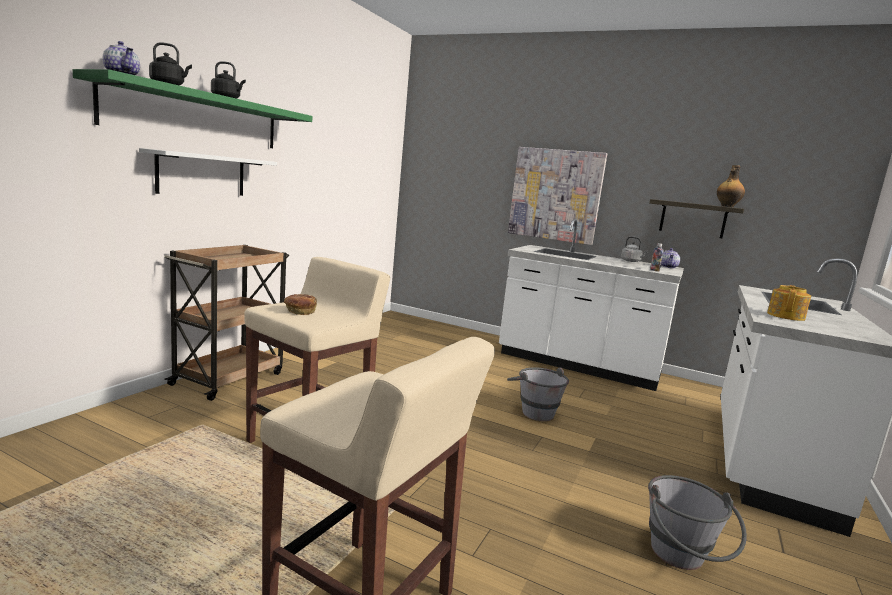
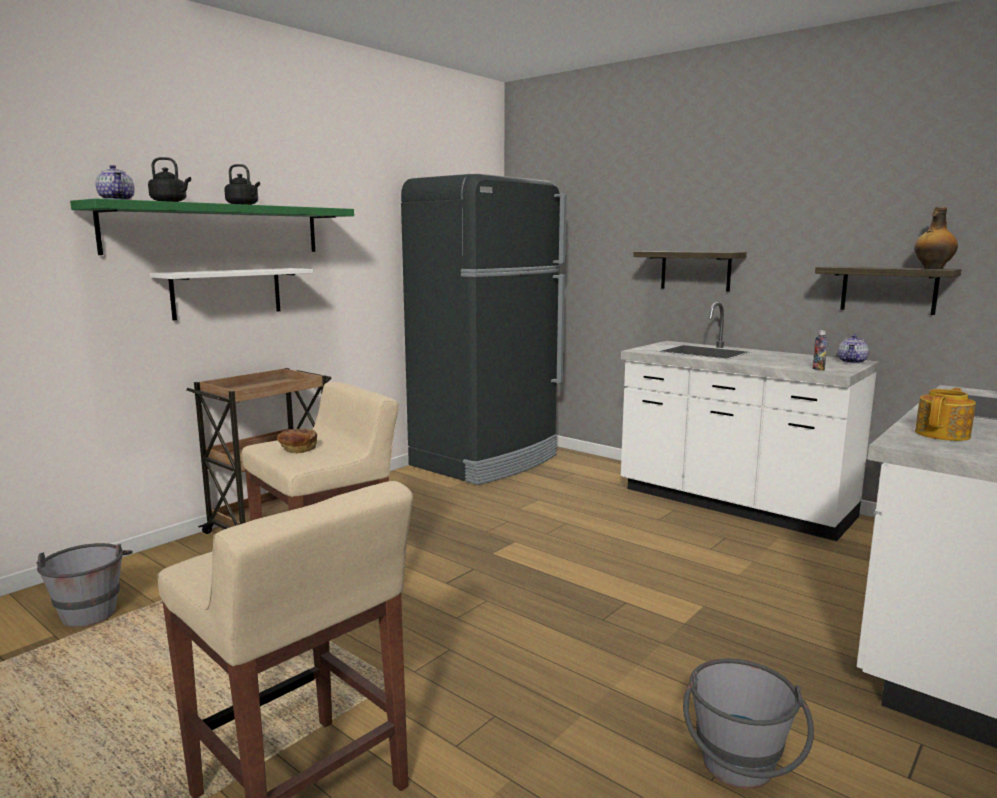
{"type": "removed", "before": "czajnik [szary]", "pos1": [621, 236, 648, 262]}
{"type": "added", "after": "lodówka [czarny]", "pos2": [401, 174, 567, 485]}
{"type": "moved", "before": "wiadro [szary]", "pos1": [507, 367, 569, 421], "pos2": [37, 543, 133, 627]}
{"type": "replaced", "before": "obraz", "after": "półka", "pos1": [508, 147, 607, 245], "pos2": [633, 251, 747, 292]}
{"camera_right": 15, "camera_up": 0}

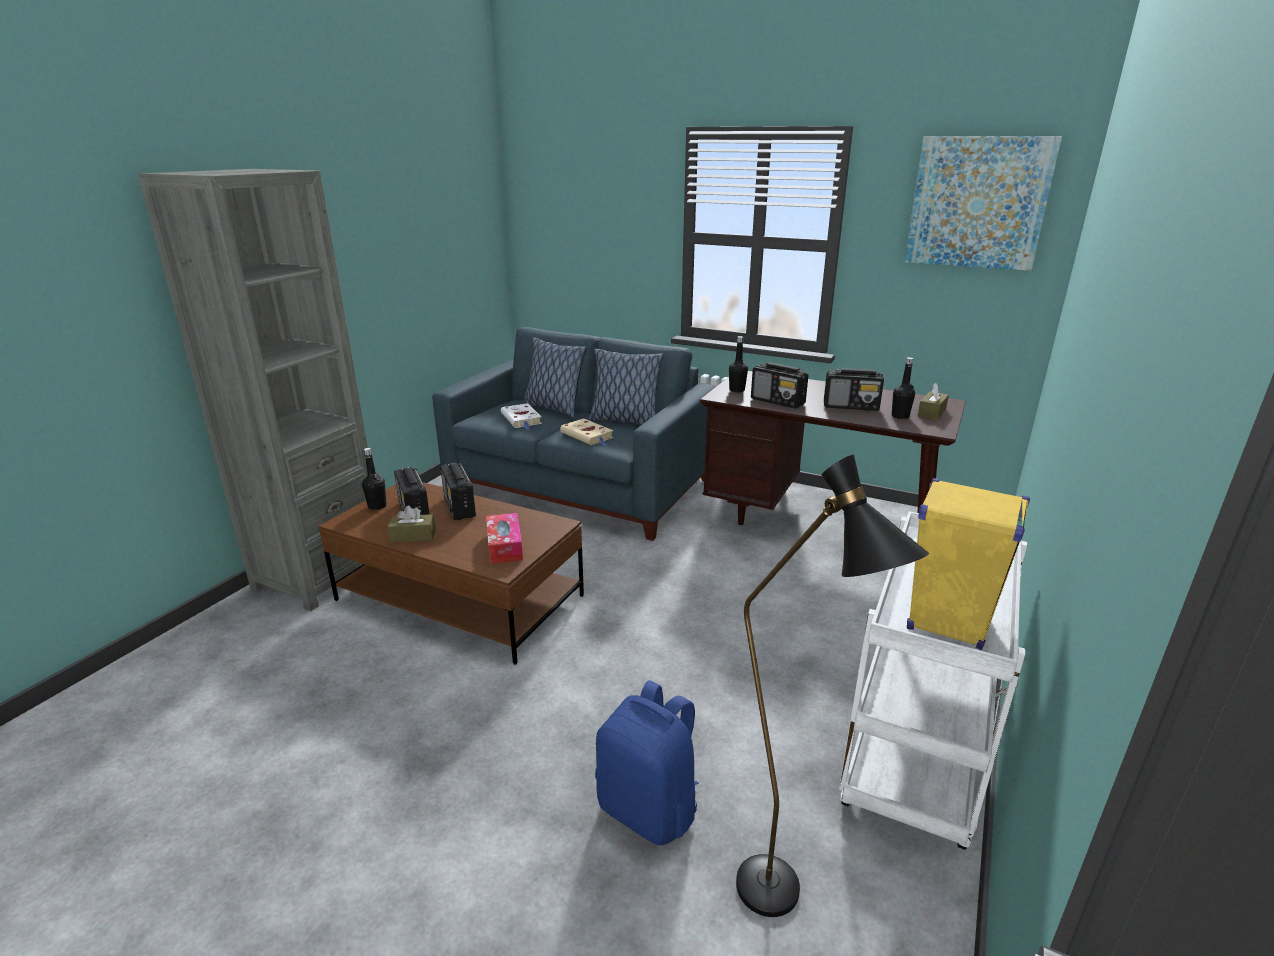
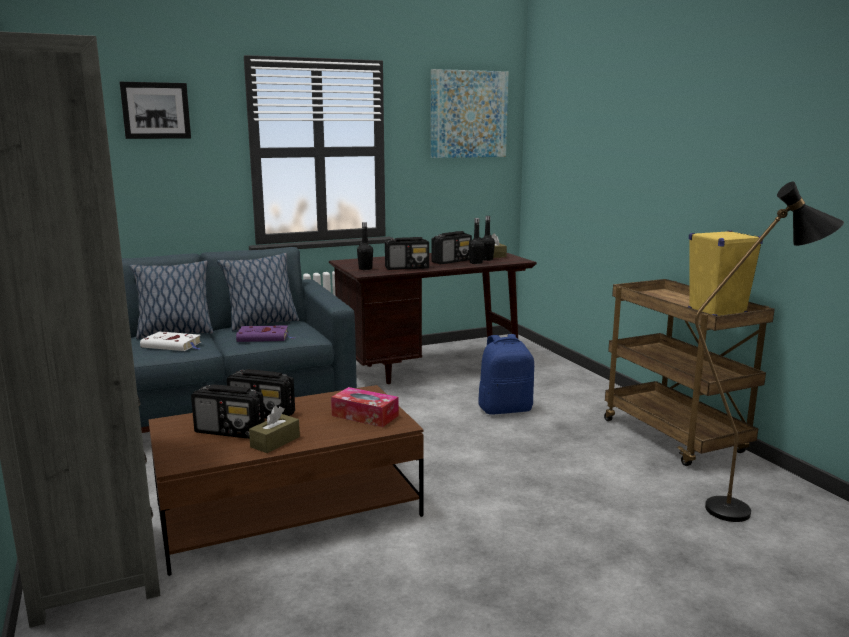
{"type": "added", "after": "obraz", "pos2": [120, 82, 191, 139]}
{"type": "moved", "before": "butelka [czarny]", "pos1": [362, 448, 386, 510], "pos2": [469, 218, 484, 264]}
{"type": "moved", "before": "plecak [niebieski]", "pos1": [595, 680, 699, 846], "pos2": [478, 334, 534, 415]}
{"type": "recoloured", "before": "książka [beżowy]", "after": "książka [fioletowy]", "pos1": [560, 418, 613, 446], "pos2": [236, 325, 296, 342]}
{"type": "recoloured", "before": "wózek [biały]", "after": "wózek [brązowy]", "pos1": [839, 511, 1027, 850], "pos2": [604, 279, 775, 466]}
{"camera_right": -50, "camera_up": -10}

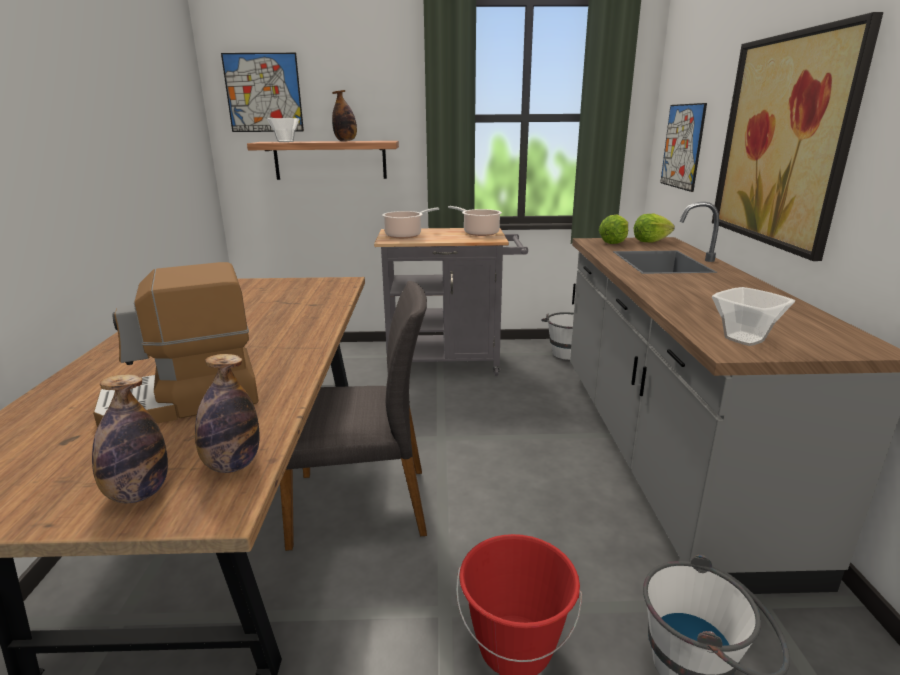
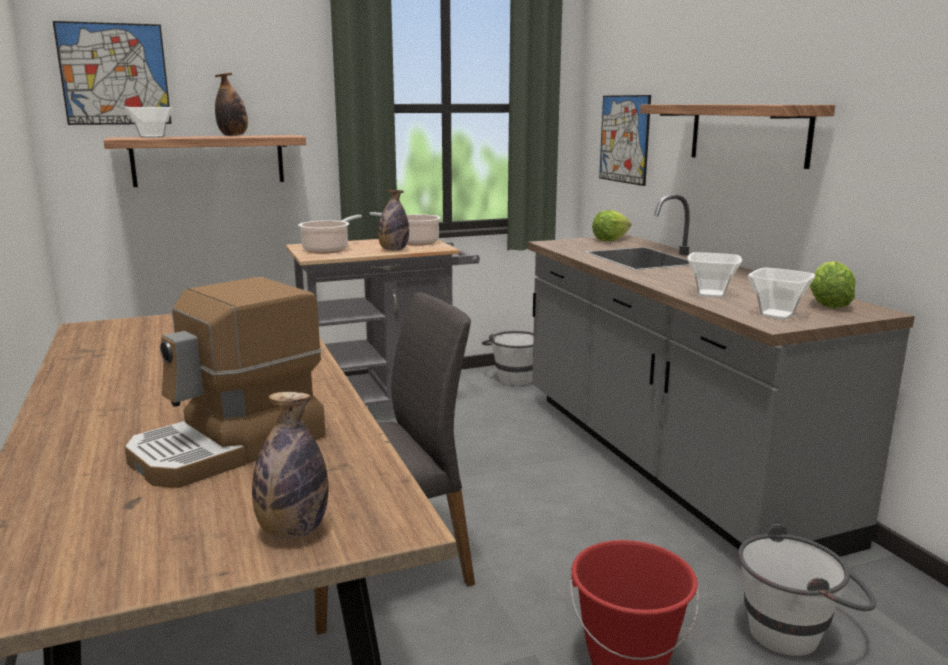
{"type": "added", "after": "miska", "pos2": [687, 252, 742, 297]}
{"type": "moved", "before": "butelka", "pos1": [195, 354, 260, 473], "pos2": [378, 190, 409, 251]}
{"type": "moved", "before": "sałata", "pos1": [599, 214, 628, 244], "pos2": [810, 261, 856, 308]}
{"type": "replaced", "before": "obraz", "after": "półka", "pos1": [712, 12, 883, 261], "pos2": [640, 104, 835, 169]}
{"camera_right": -20, "camera_up": -5}

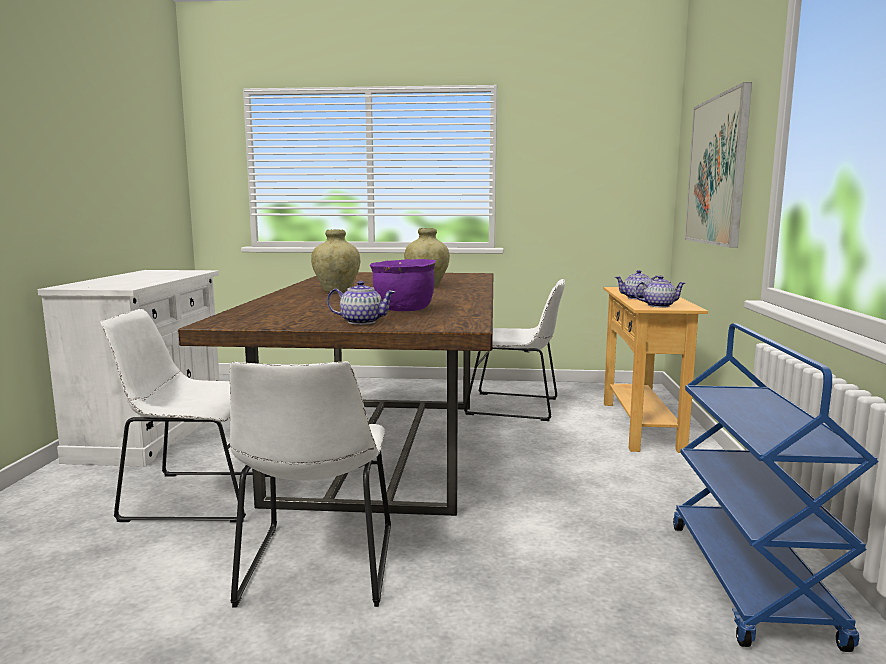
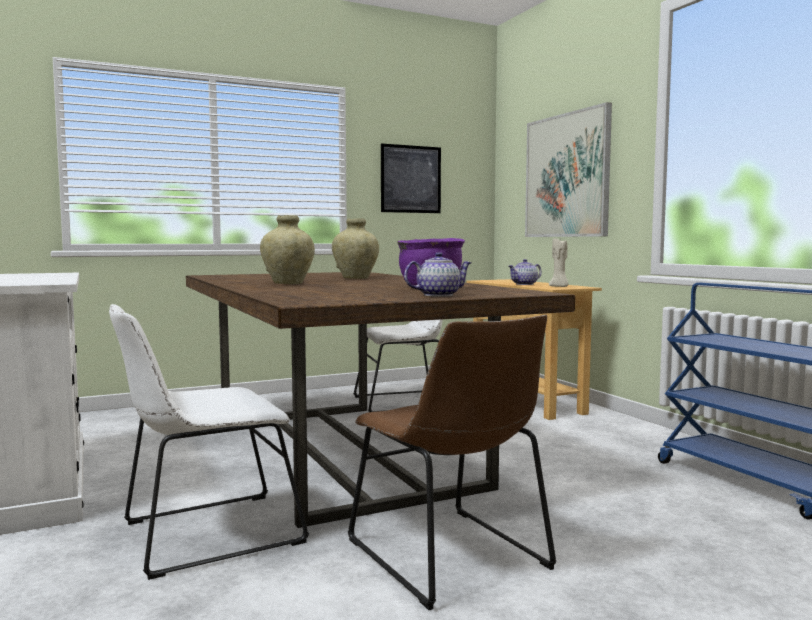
{"type": "added", "after": "obraz", "pos2": [381, 143, 441, 213]}
{"type": "replaced", "before": "imbryk", "after": "świeca [beżowy]", "pos1": [634, 275, 685, 308], "pos2": [549, 238, 569, 287]}
{"type": "recoloured", "before": "krzesło [biały]", "after": "krzesło [brązowy]", "pos1": [230, 361, 391, 608], "pos2": [348, 315, 556, 610]}
{"camera_right": -30, "camera_up": -5}

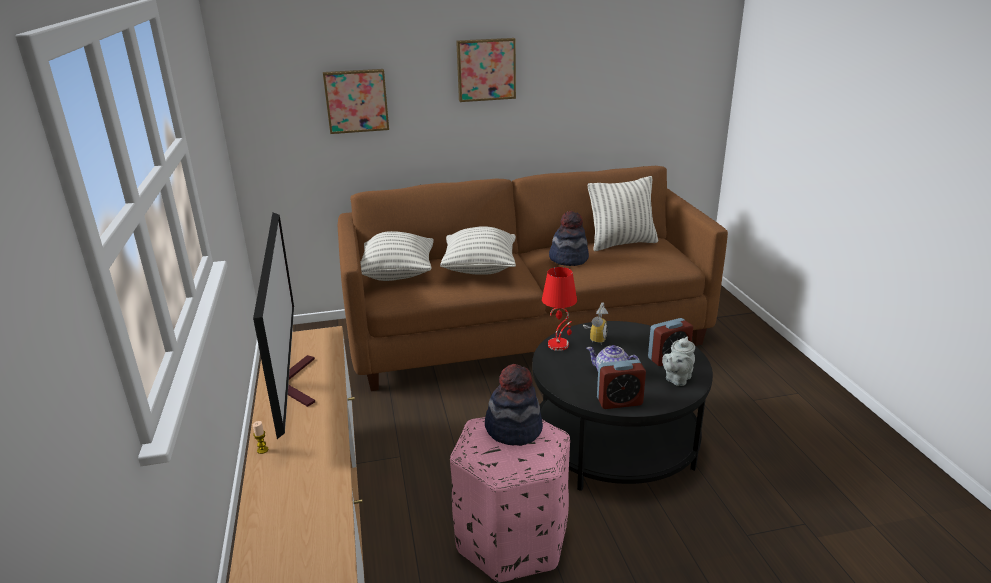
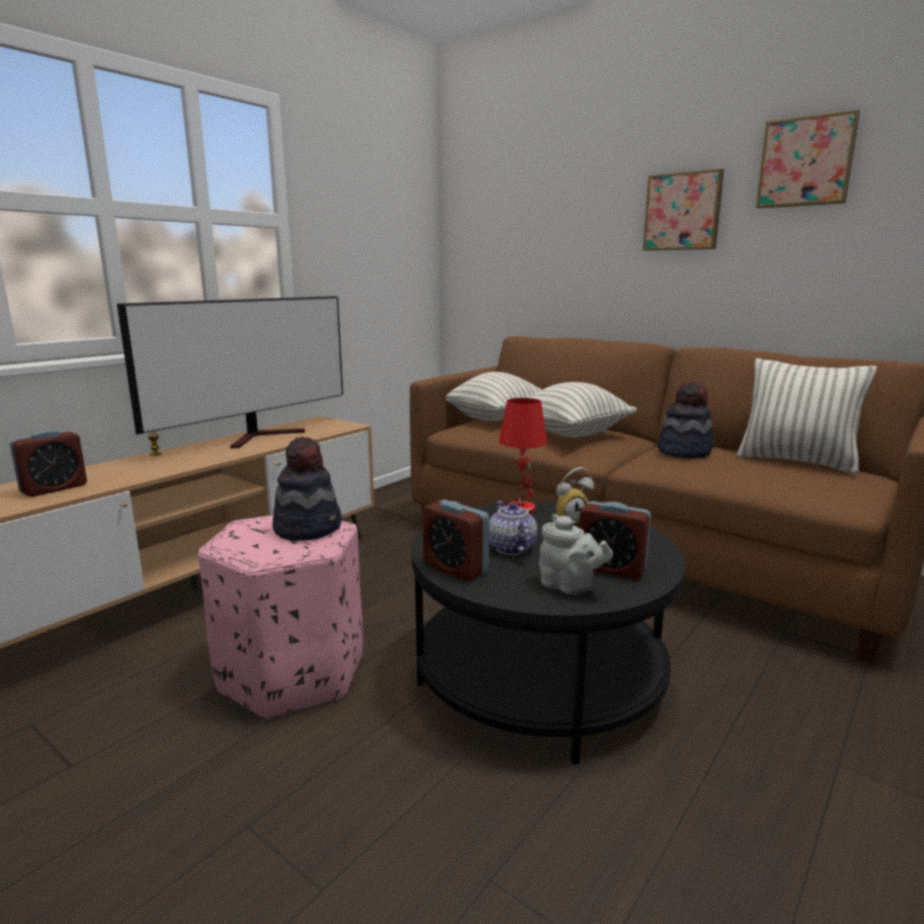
{"type": "added", "after": "budzik", "pos2": [10, 430, 87, 497]}
{"type": "moved", "before": "obraz", "pos1": [323, 69, 389, 134], "pos2": [756, 109, 860, 208]}
{"type": "turned", "before": "imbryk [szary]", "pos1": [662, 336, 695, 386], "pos2": [539, 514, 613, 595], "turn": -135}
{"camera_right": 50, "camera_up": -10}

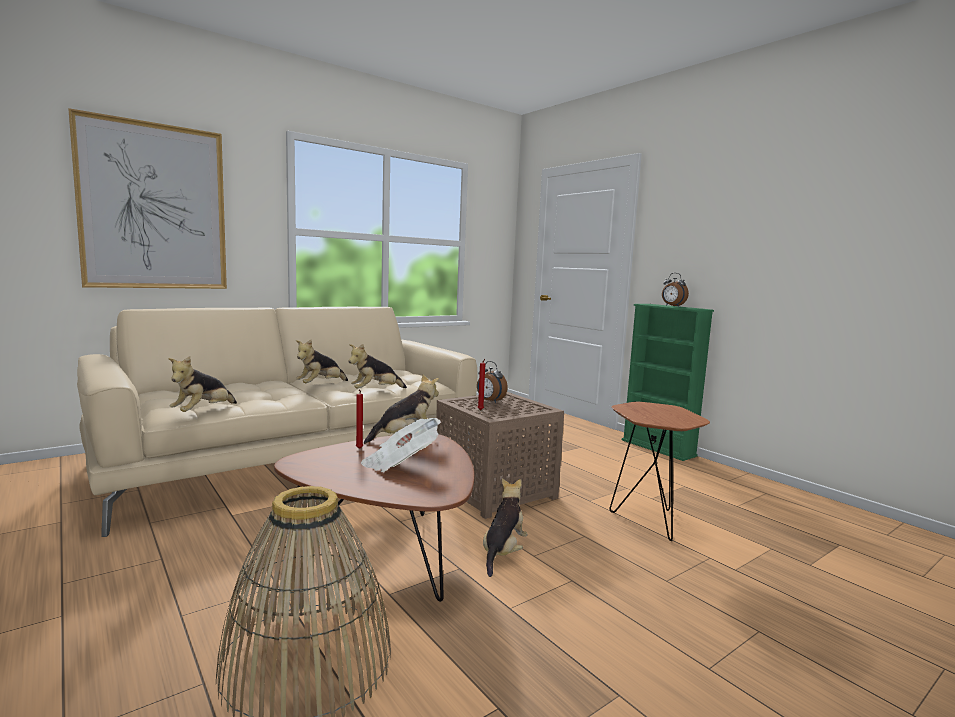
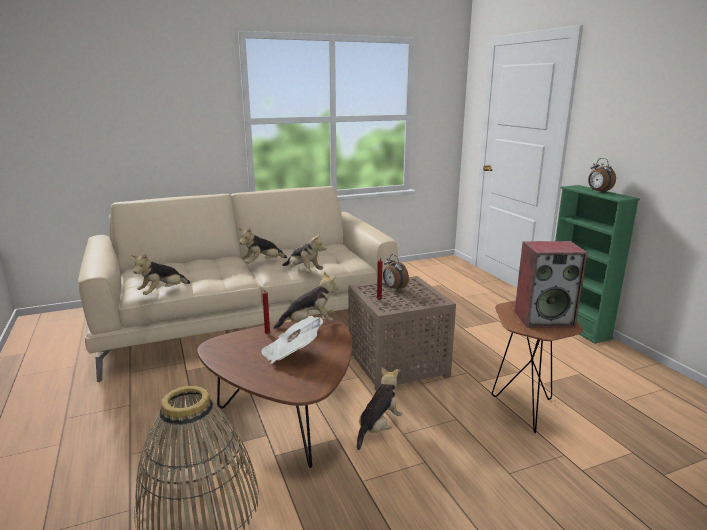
{"type": "removed", "before": "obraz", "pos1": [68, 108, 227, 289]}
{"type": "added", "after": "głośnik", "pos2": [515, 241, 588, 328]}
{"type": "turned", "before": "pluszak", "pos1": [348, 344, 407, 388], "pos2": [282, 232, 327, 272], "turn": -120}
{"camera_right": 15, "camera_up": 10}

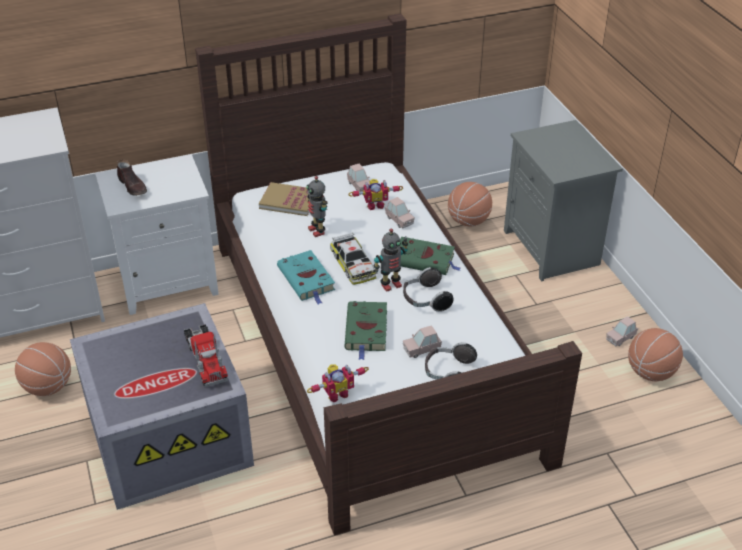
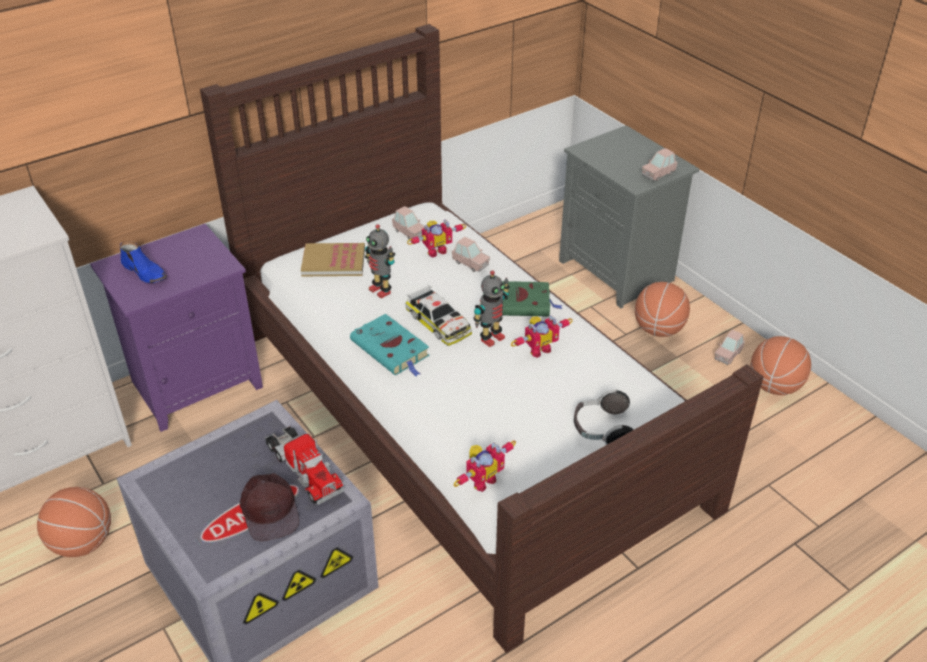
{"type": "removed", "before": "książka [zielony]", "pos1": [344, 301, 387, 360]}
{"type": "added", "after": "czapka z daszkiem [brązowy]", "pos2": [240, 473, 299, 541]}
{"type": "moved", "before": "samochodzik [różowy]", "pos1": [403, 325, 442, 358], "pos2": [642, 148, 678, 181]}
{"type": "moved", "before": "piłka do koszykówki", "pos1": [448, 182, 492, 226], "pos2": [635, 282, 690, 337]}
{"type": "replaced", "before": "słuchawki", "after": "robot zabawkowy", "pos1": [403, 267, 454, 312], "pos2": [511, 316, 573, 358]}
{"type": "recoloured", "before": "szafka nocna [biały]", "after": "szafka nocna [fioletowy]", "pos1": [95, 154, 219, 315], "pos2": [90, 224, 263, 432]}
{"type": "recoloured", "before": "but [brązowy]", "after": "but [niebieski]", "pos1": [117, 160, 147, 196], "pos2": [120, 241, 167, 283]}
{"camera_right": -15, "camera_up": 0}

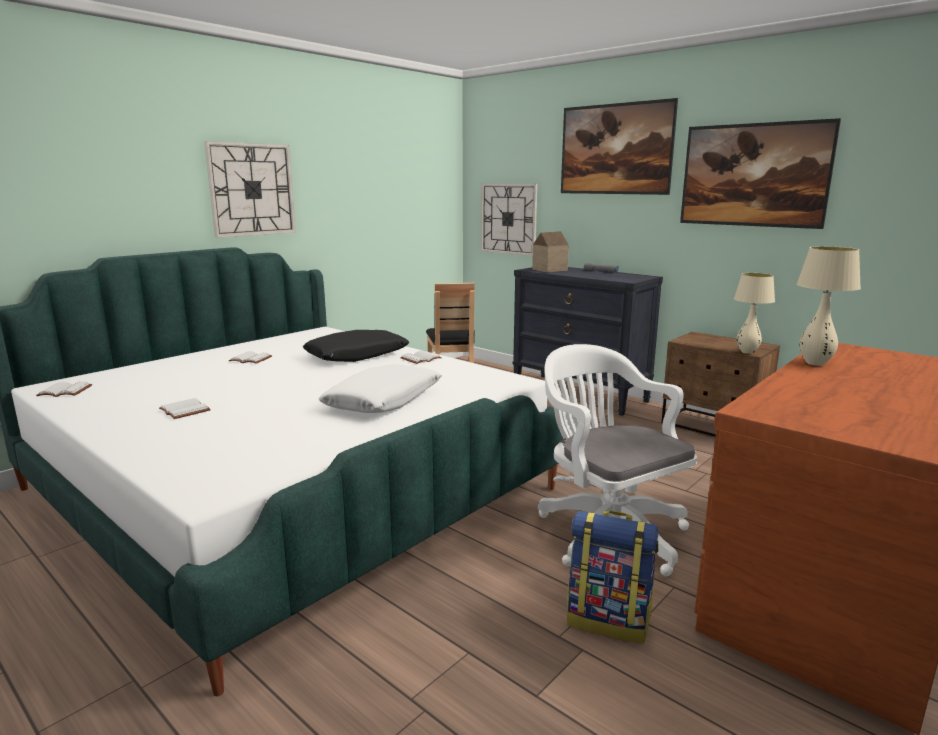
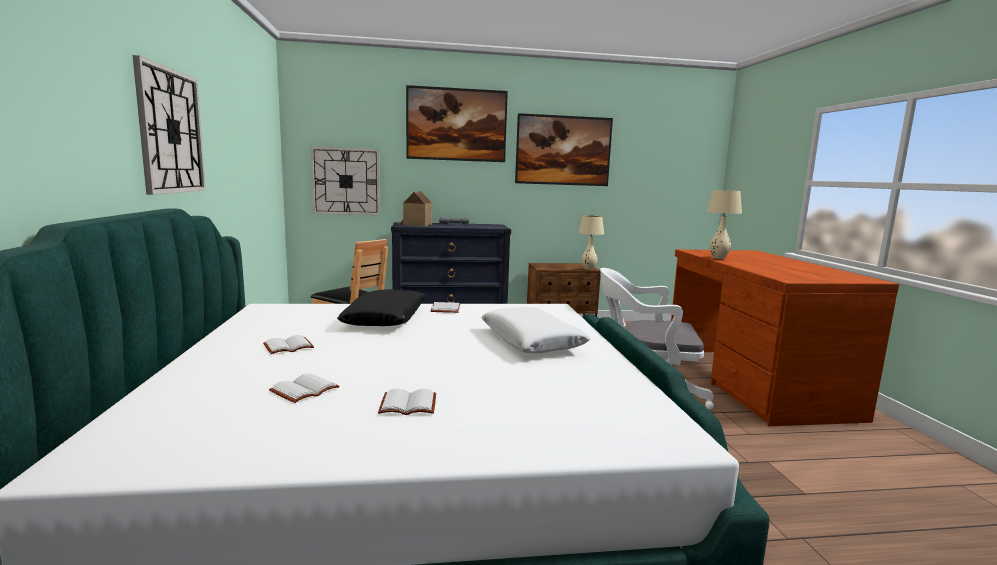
{"type": "removed", "before": "plecak", "pos1": [567, 511, 659, 643]}
{"type": "moved", "before": "książka [biały]", "pos1": [36, 381, 93, 397], "pos2": [269, 373, 339, 403]}
{"camera_right": -50, "camera_up": -5}

